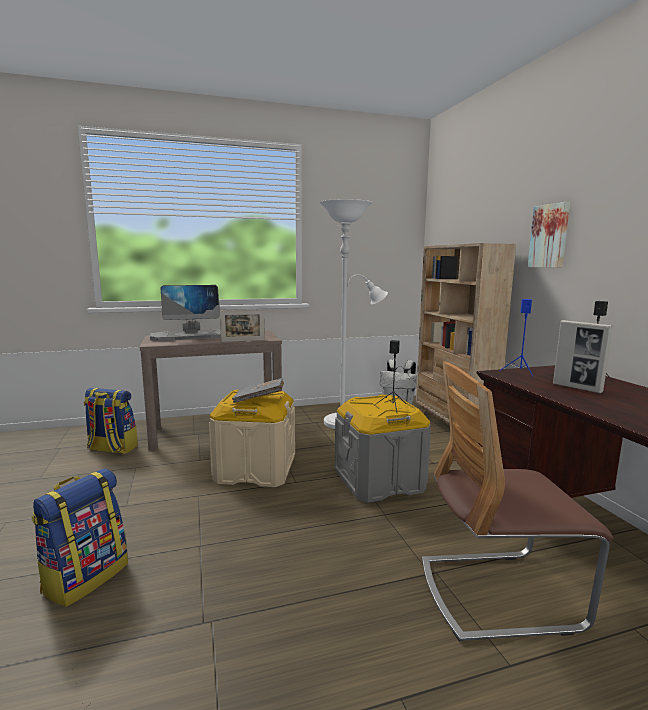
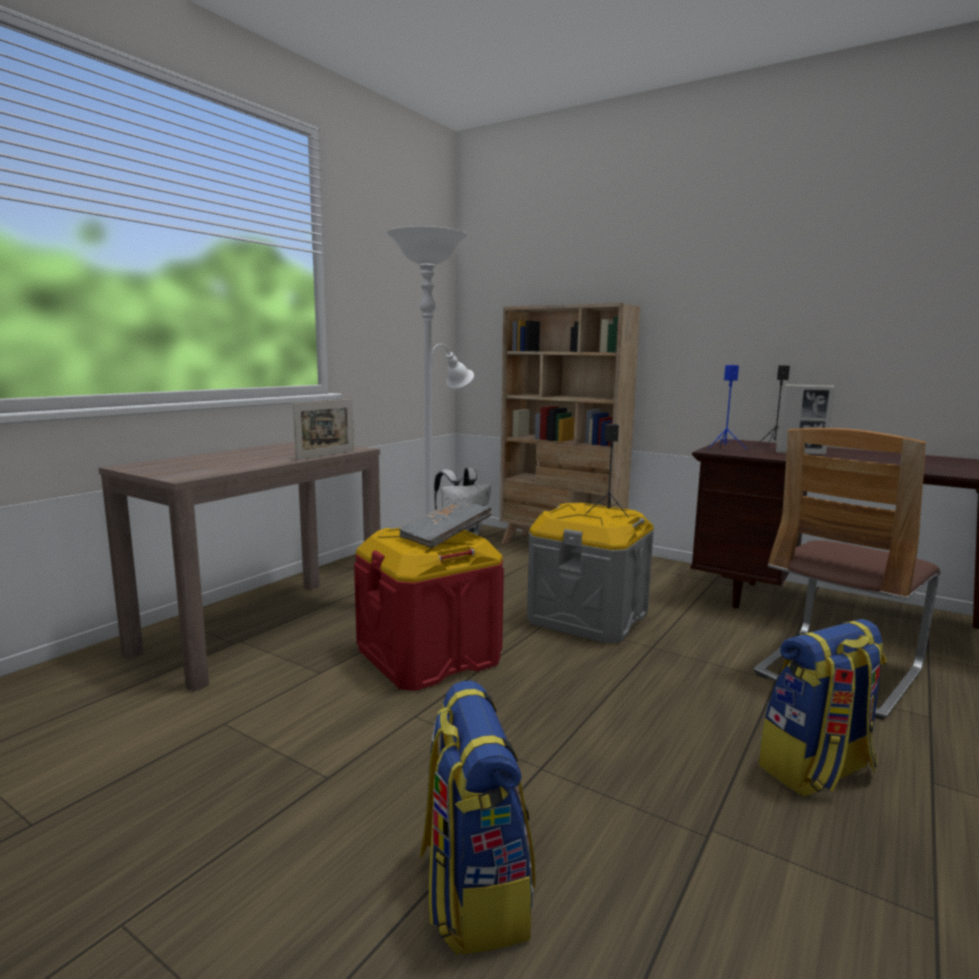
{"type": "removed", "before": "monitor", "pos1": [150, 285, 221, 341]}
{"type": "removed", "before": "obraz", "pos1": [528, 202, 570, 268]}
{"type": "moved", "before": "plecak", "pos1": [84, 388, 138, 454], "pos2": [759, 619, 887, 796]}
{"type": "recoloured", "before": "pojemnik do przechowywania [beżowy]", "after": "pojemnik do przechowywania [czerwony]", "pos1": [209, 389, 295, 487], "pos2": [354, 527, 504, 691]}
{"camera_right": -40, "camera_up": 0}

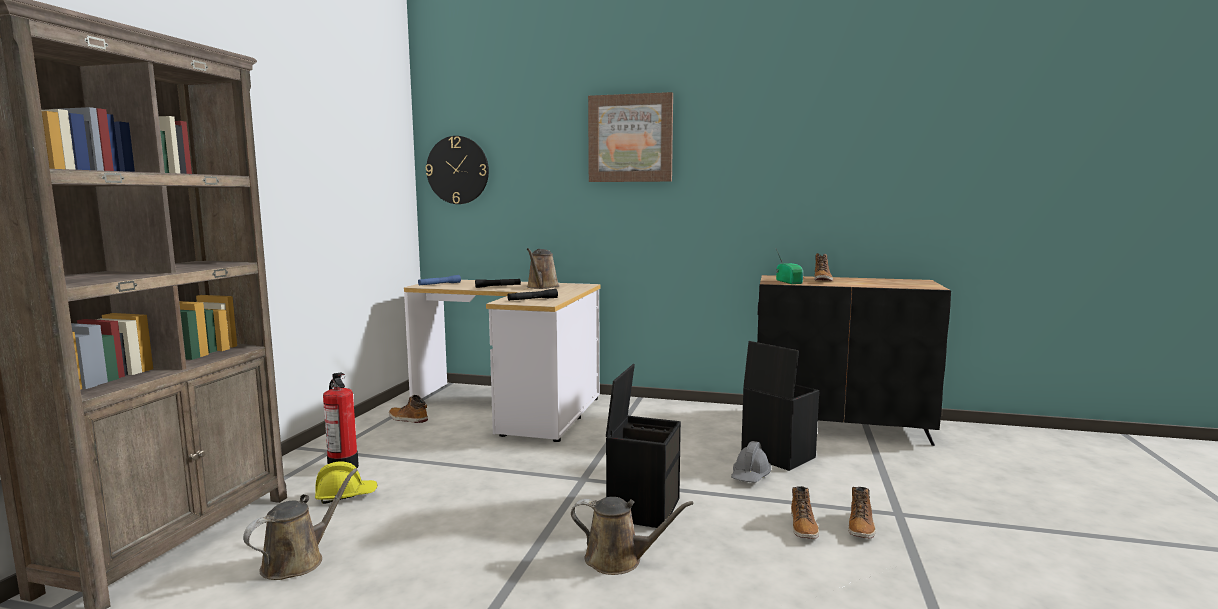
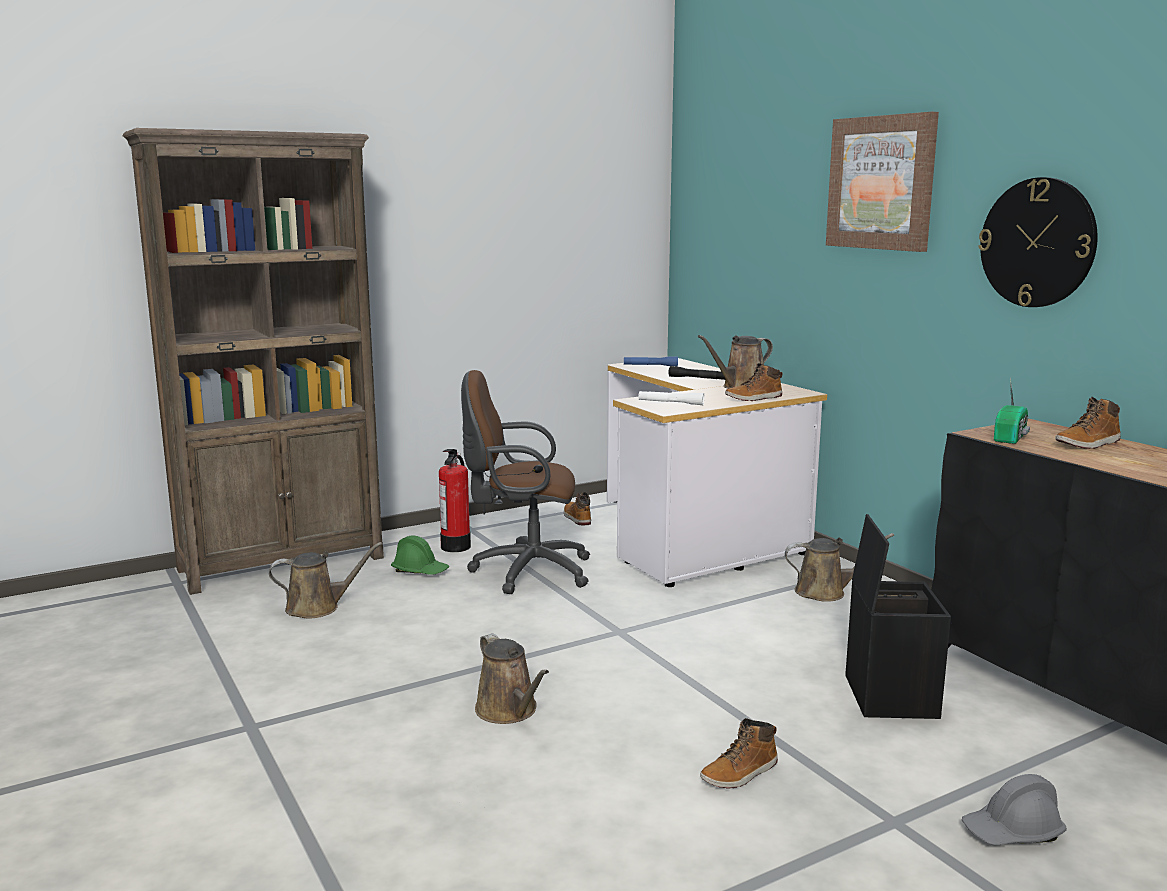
{"type": "removed", "before": "pojemnik do przechowywania [czarny]", "pos1": [606, 364, 681, 528]}
{"type": "added", "after": "krzesło biurowe [brązowy]", "pos2": [461, 370, 590, 594]}
{"type": "added", "after": "konewka [brązowy]", "pos2": [785, 533, 894, 602]}
{"type": "moved", "before": "zegar ścienny", "pos1": [426, 136, 489, 204], "pos2": [978, 177, 1098, 307]}
{"type": "moved", "before": "kask [szary]", "pos1": [731, 441, 771, 483], "pos2": [962, 774, 1067, 845]}
{"type": "moved", "before": "but z cholewką", "pos1": [848, 487, 876, 539], "pos2": [725, 363, 783, 401]}
{"type": "recoloured", "before": "kask [żółty]", "after": "kask [zielony]", "pos1": [315, 462, 378, 504], "pos2": [391, 535, 449, 575]}
{"type": "recoloured", "before": "latarka [czarny]", "after": "latarka [biały]", "pos1": [507, 289, 558, 301], "pos2": [639, 391, 705, 405]}
{"camera_right": 45, "camera_up": 5}

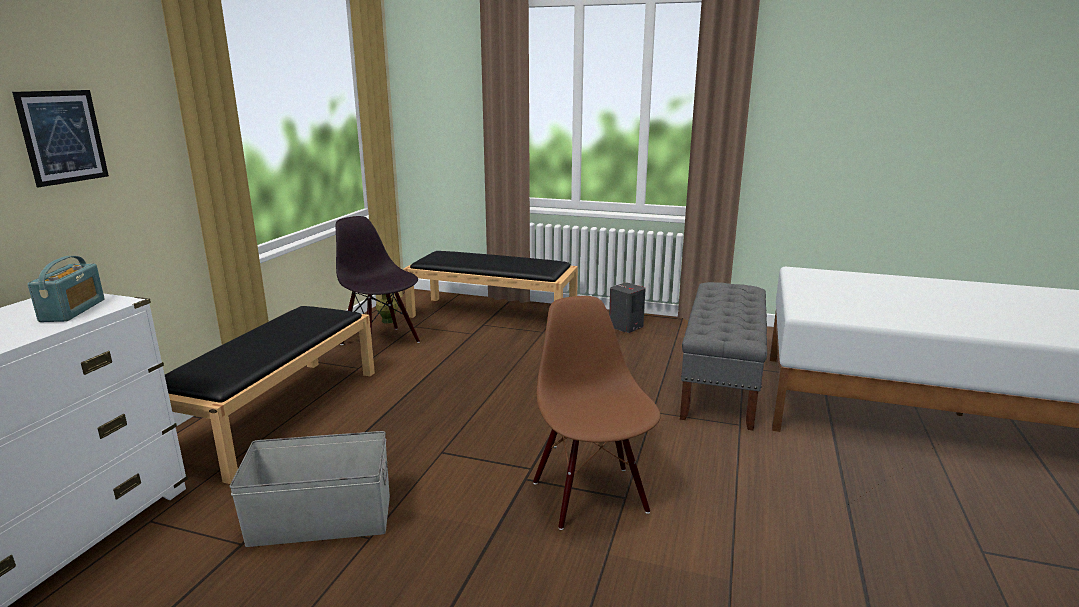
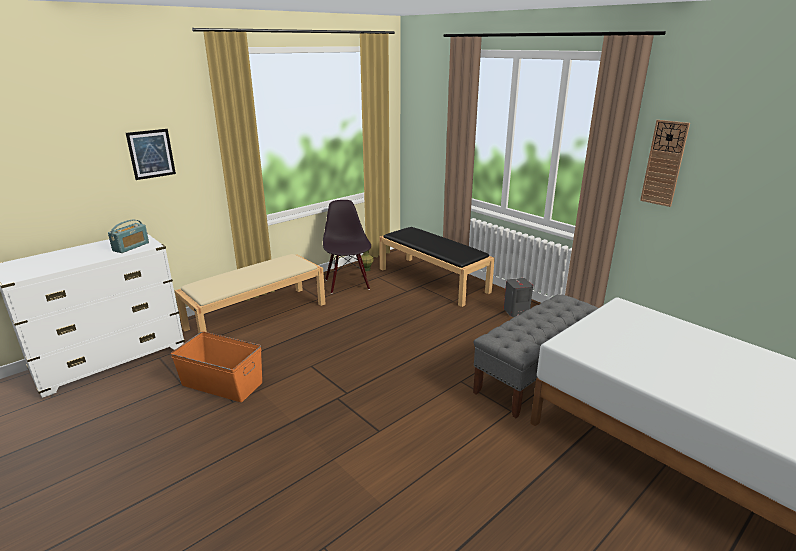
{"type": "removed", "before": "krzesło [brązowy]", "pos1": [533, 296, 661, 530]}
{"type": "added", "after": "zegar ścienny", "pos2": [640, 120, 690, 207]}
{"type": "recoloured", "before": "ławka [czarny]", "after": "ławka [beżowy]", "pos1": [165, 306, 375, 484], "pos2": [174, 254, 325, 333]}
{"type": "recoloured", "before": "pojemnik do przechowywania [szary]", "after": "pojemnik do przechowywania [pomarańczowy]", "pos1": [229, 431, 390, 547], "pos2": [171, 332, 262, 402]}
{"camera_right": 30, "camera_up": 5}

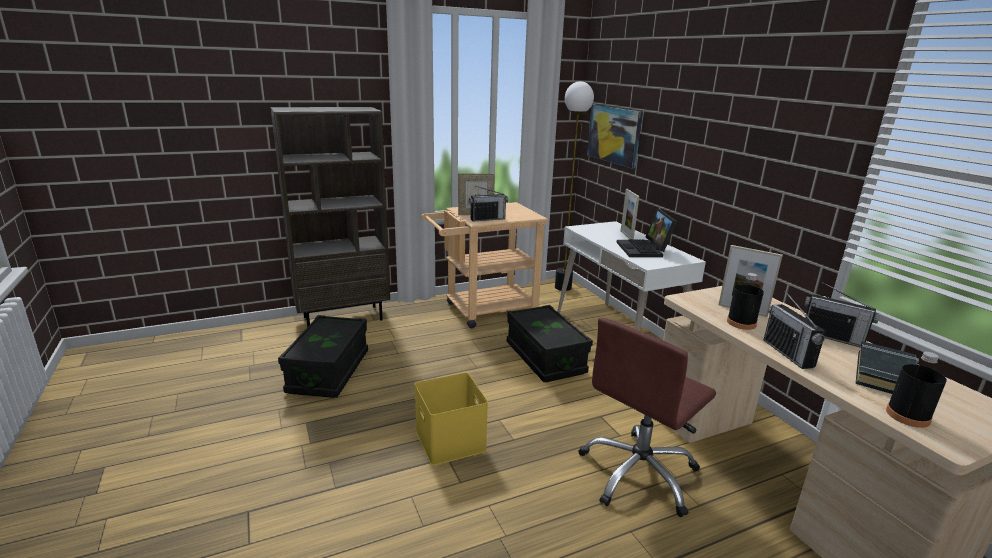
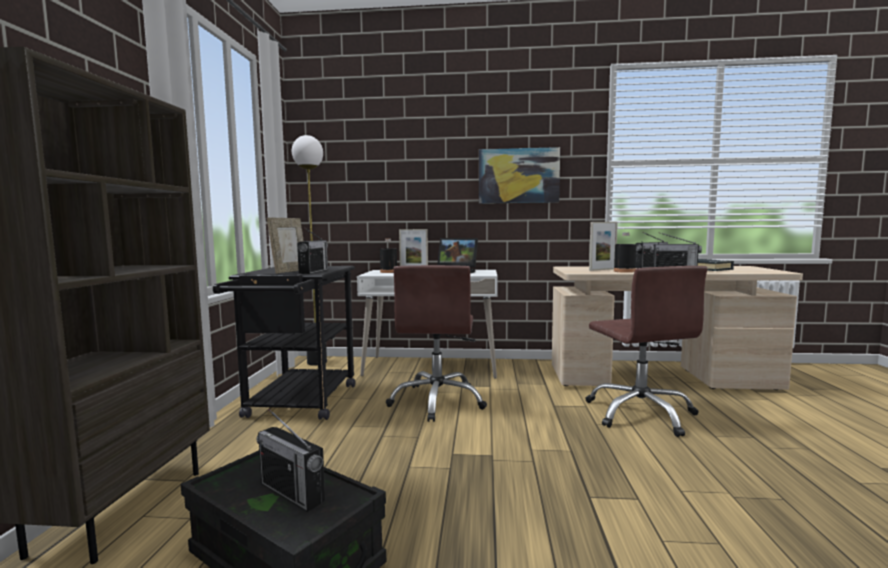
{"type": "removed", "before": "pojemnik do przechowywania [żółty]", "pos1": [415, 373, 488, 466]}
{"type": "added", "after": "radio", "pos2": [257, 409, 325, 512]}
{"type": "moved", "before": "obraz", "pos1": [587, 105, 643, 169], "pos2": [479, 147, 560, 204]}
{"type": "moved", "before": "butelka [czarny]", "pos1": [886, 352, 947, 428], "pos2": [380, 239, 397, 273]}
{"type": "replaced", "before": "pojemnik do przechowywania [czarny]", "after": "krzesło biurowe [brązowy]", "pos1": [507, 305, 593, 382], "pos2": [386, 265, 487, 422]}
{"type": "recoloured", "before": "wózek [beżowy]", "after": "wózek [czarny]", "pos1": [421, 202, 548, 329], "pos2": [213, 266, 355, 420]}
{"camera_right": -60, "camera_up": -15}

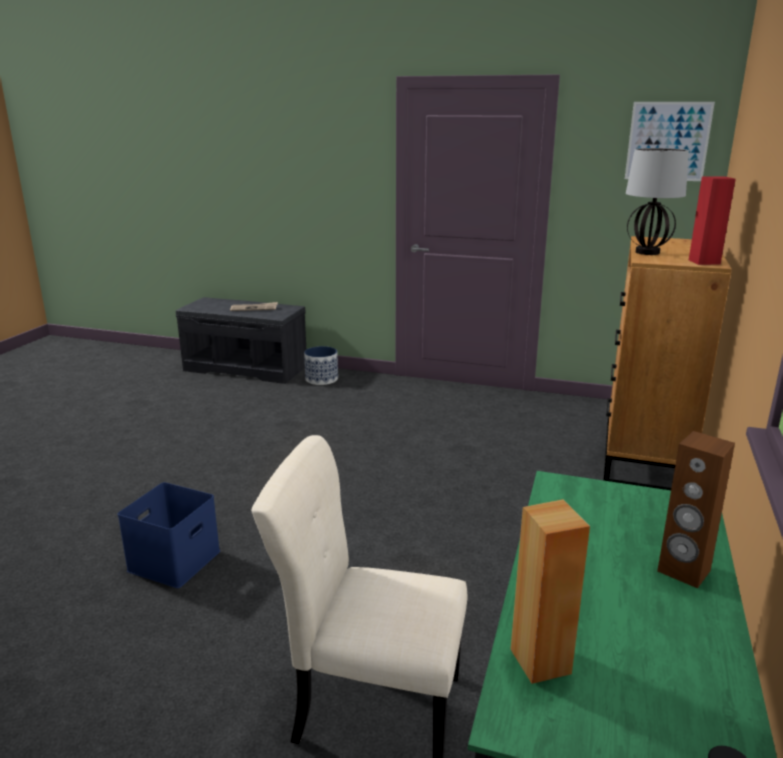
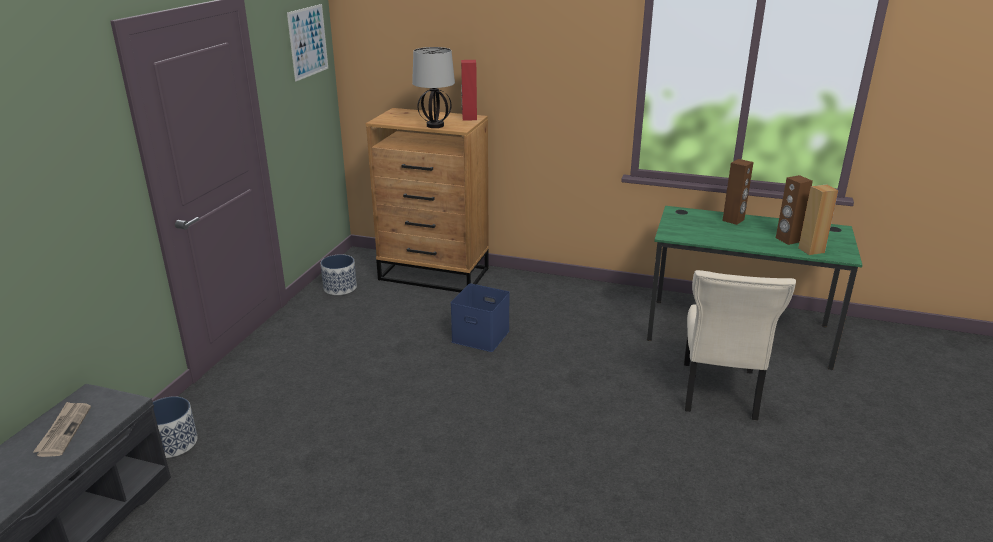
{"type": "added", "after": "donica", "pos2": [321, 254, 357, 295]}
{"type": "added", "after": "głośnik [brązowy]", "pos2": [776, 175, 813, 245]}
{"type": "moved", "before": "pojemnik do przechowywania [niebieski]", "pos1": [117, 482, 220, 588], "pos2": [450, 284, 510, 352]}
{"camera_right": -90, "camera_up": 5}

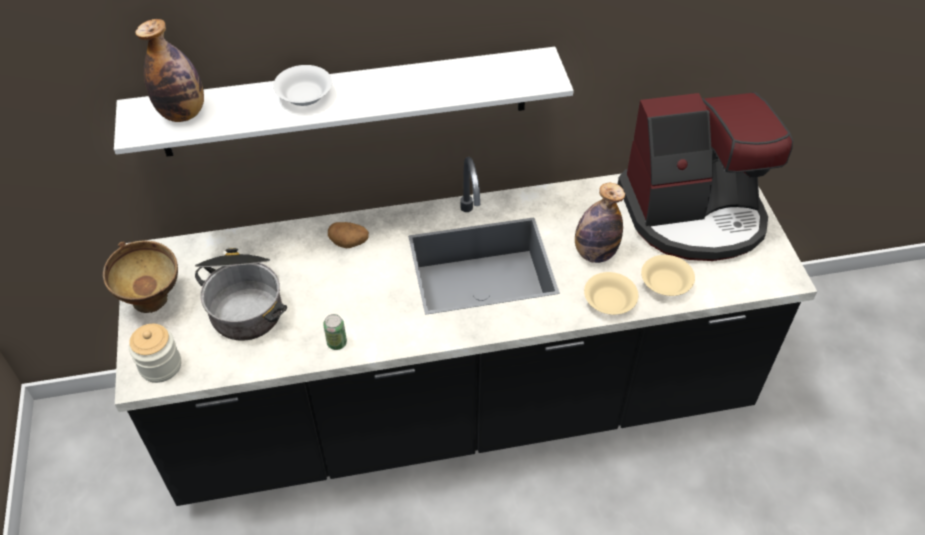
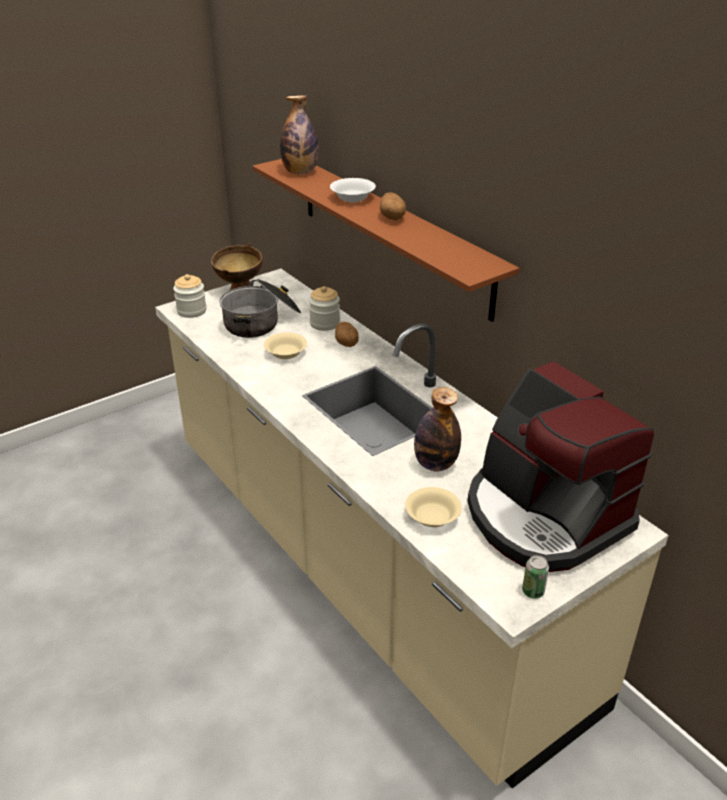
{"type": "added", "after": "słoik", "pos2": [309, 286, 340, 331]}
{"type": "added", "after": "ziemniak", "pos2": [380, 192, 406, 220]}
{"type": "moved", "before": "puszka", "pos1": [323, 314, 347, 350], "pos2": [522, 555, 549, 599]}
{"type": "moved", "before": "miska [beżowy]", "pos1": [584, 272, 638, 315], "pos2": [264, 332, 307, 359]}
{"type": "recoloured", "before": "półka [biały]", "after": "półka [brązowy]", "pos1": [114, 47, 574, 157], "pos2": [253, 159, 519, 322]}
{"type": "recoloured", "before": "zabudowa kuchenna [czarny]", "after": "zabudowa kuchenna [beżowy]", "pos1": [115, 157, 817, 506], "pos2": [155, 269, 669, 789]}
{"camera_right": 65, "camera_up": -15}

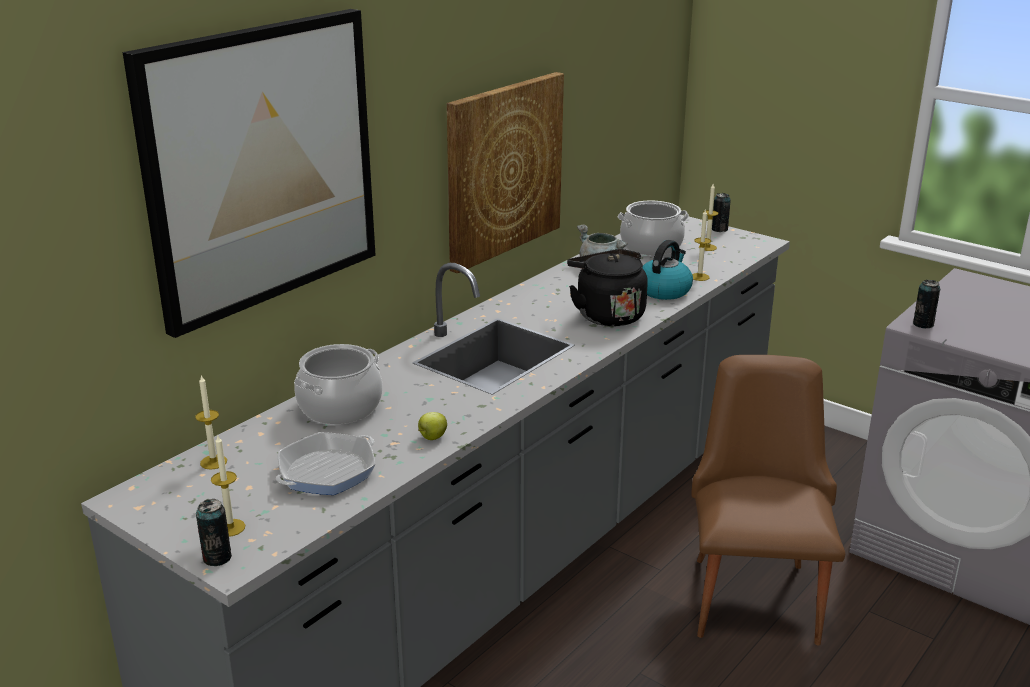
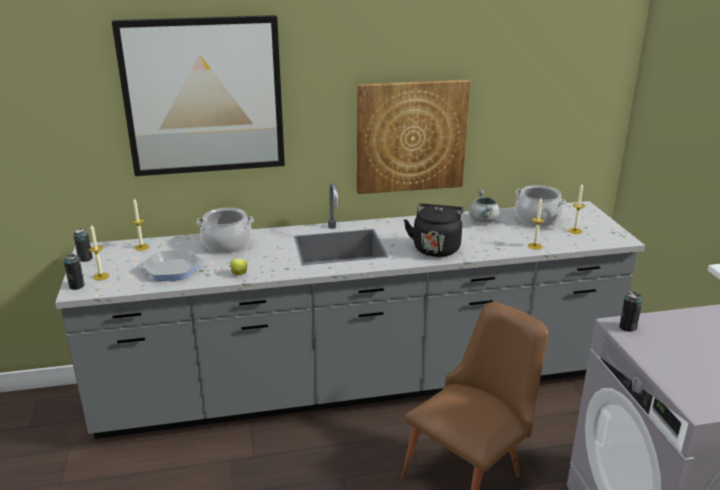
{"type": "removed", "before": "czajnik", "pos1": [643, 240, 693, 300]}
{"type": "moved", "before": "puszka", "pos1": [712, 193, 731, 232], "pos2": [74, 229, 93, 262]}
{"camera_right": 40, "camera_up": 0}

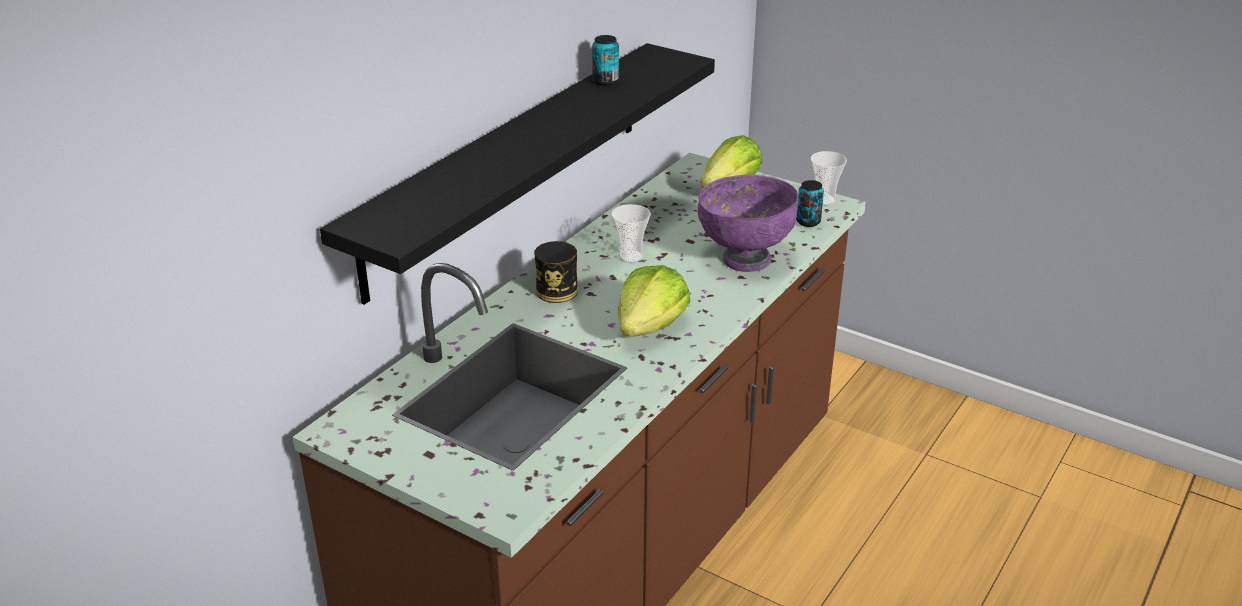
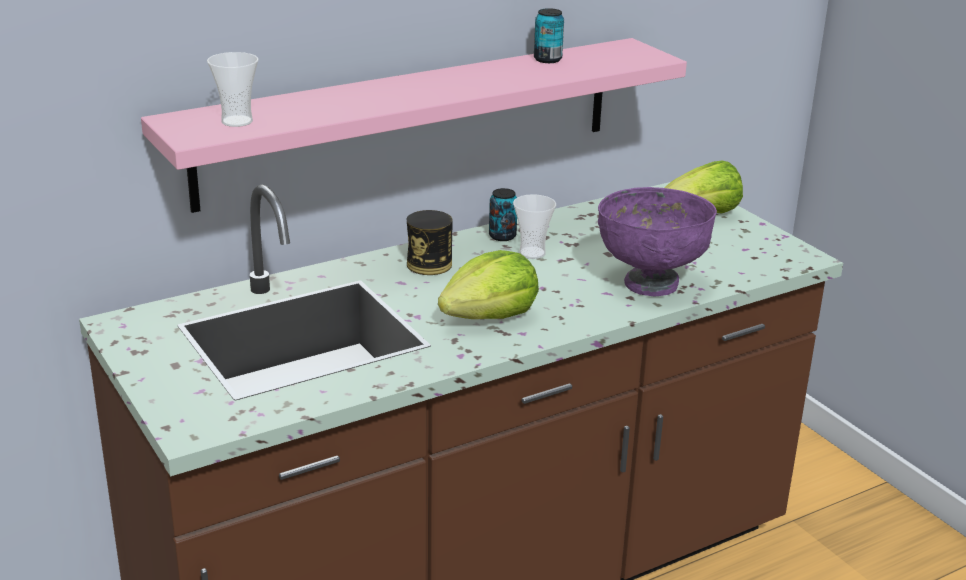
{"type": "moved", "before": "puszka", "pos1": [796, 180, 824, 227], "pos2": [489, 188, 517, 241]}
{"type": "moved", "before": "filiżanka", "pos1": [811, 151, 847, 205], "pos2": [207, 52, 259, 127]}
{"type": "recoloured", "before": "półka [czarny]", "after": "półka [różowy]", "pos1": [320, 43, 715, 305], "pos2": [141, 38, 687, 213]}
{"camera_right": 25, "camera_up": -5}

